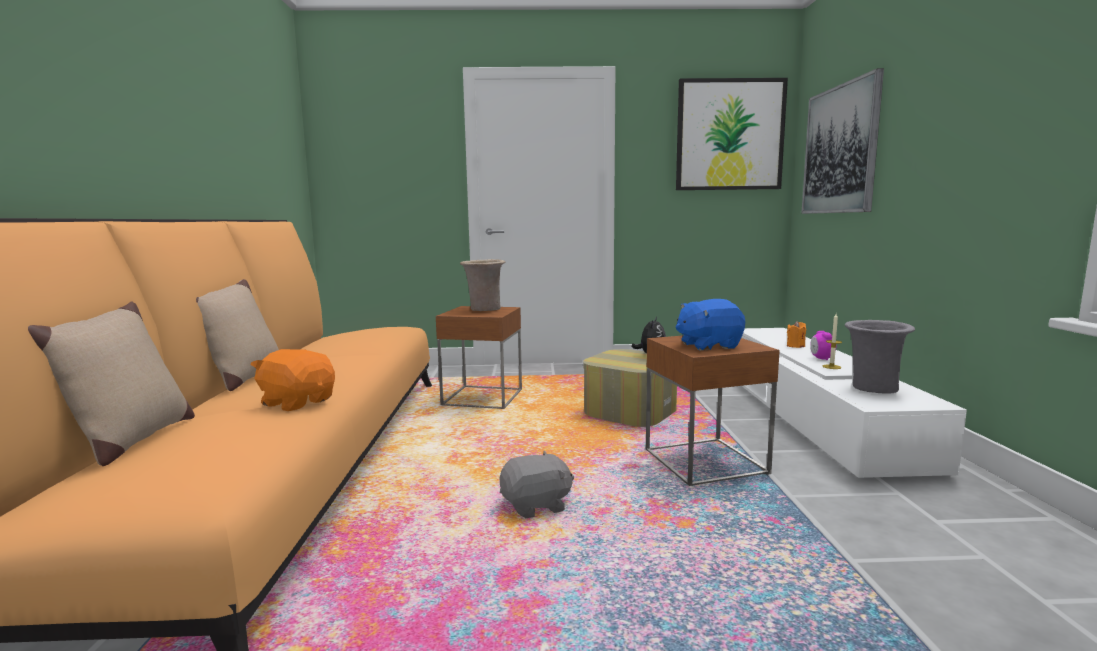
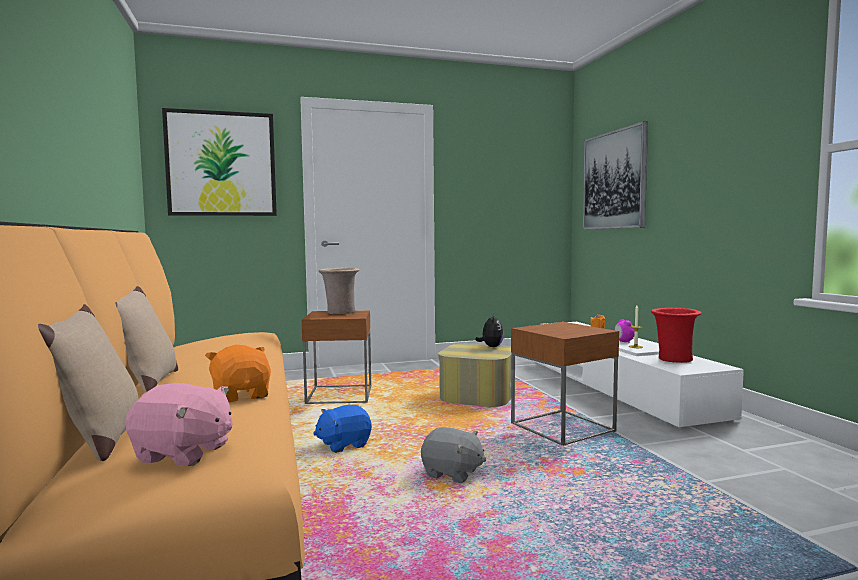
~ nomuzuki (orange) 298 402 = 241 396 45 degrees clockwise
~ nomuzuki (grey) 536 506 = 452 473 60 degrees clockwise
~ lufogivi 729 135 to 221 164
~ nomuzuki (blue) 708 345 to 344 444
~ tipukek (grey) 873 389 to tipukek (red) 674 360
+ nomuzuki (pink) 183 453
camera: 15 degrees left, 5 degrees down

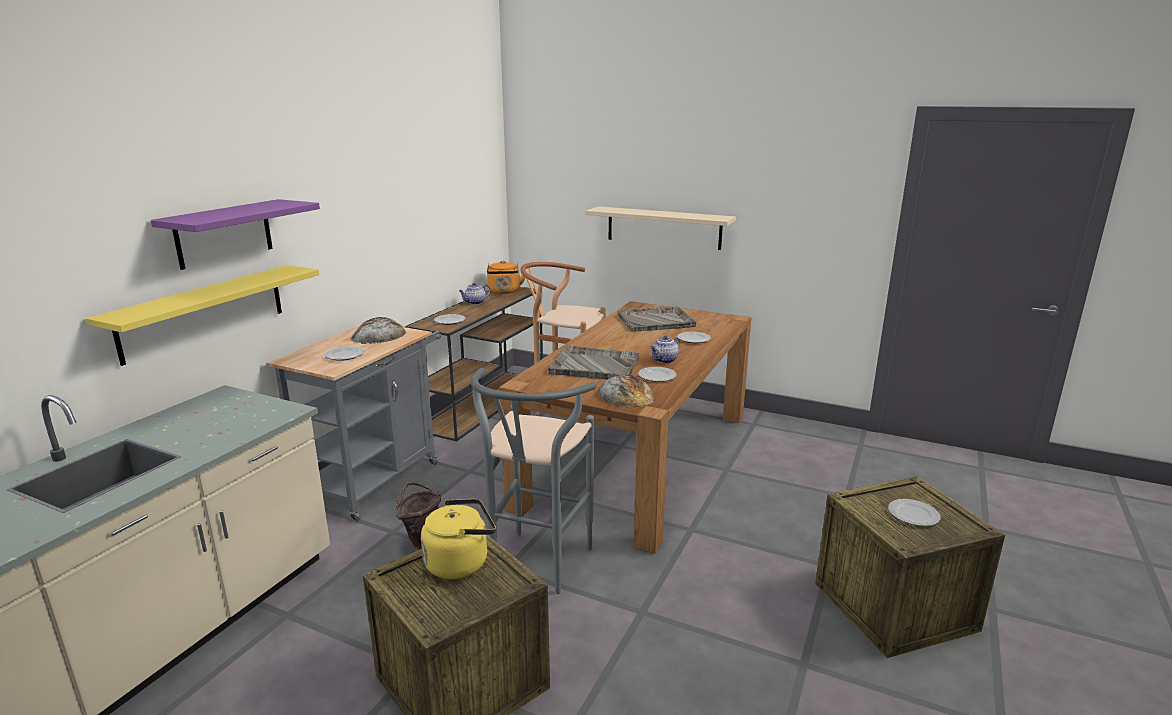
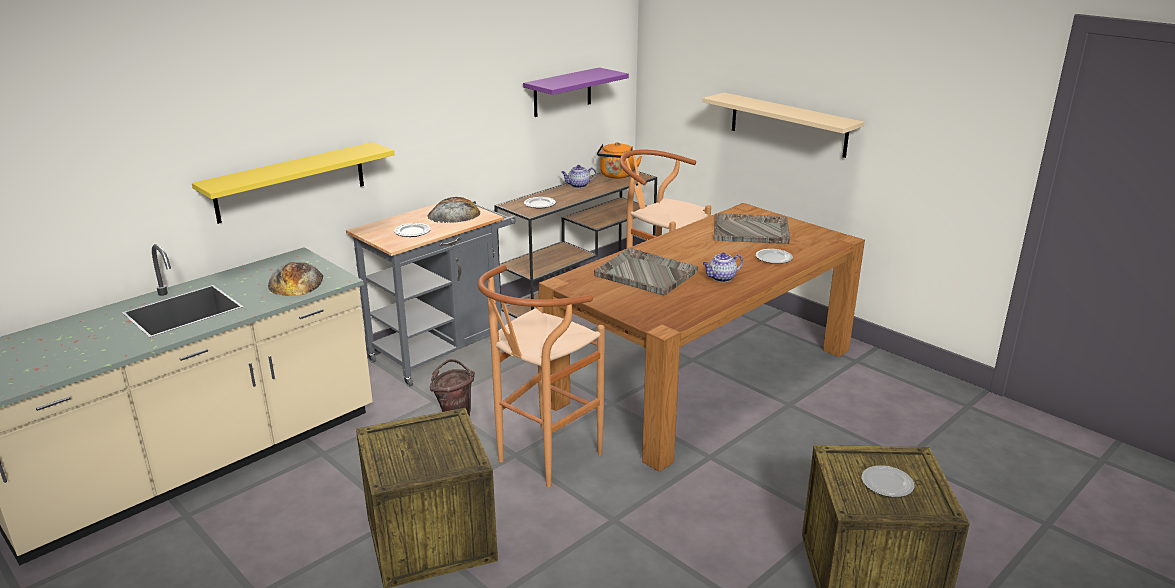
~ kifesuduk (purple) 224 233 to 562 92
- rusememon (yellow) 460 562
~ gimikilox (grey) 536 568 to gimikilox (brown) 541 461
~ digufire 626 394 to 296 282
- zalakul 657 376
camera: 20 degrees right, 5 degrees up

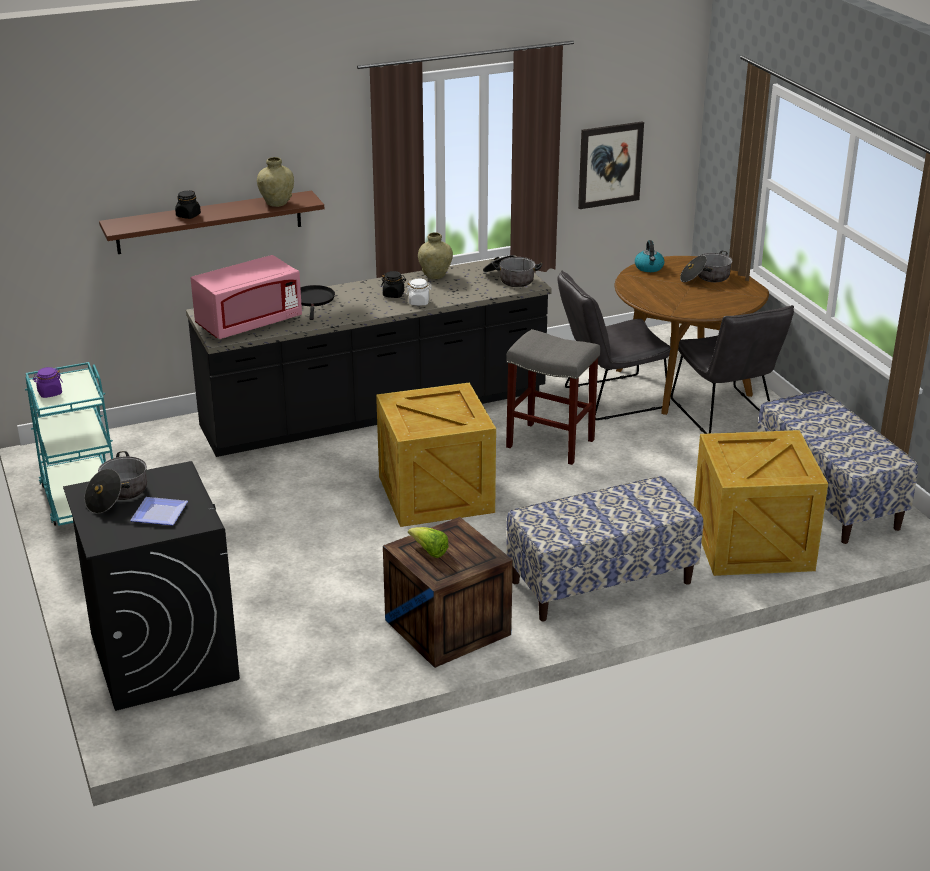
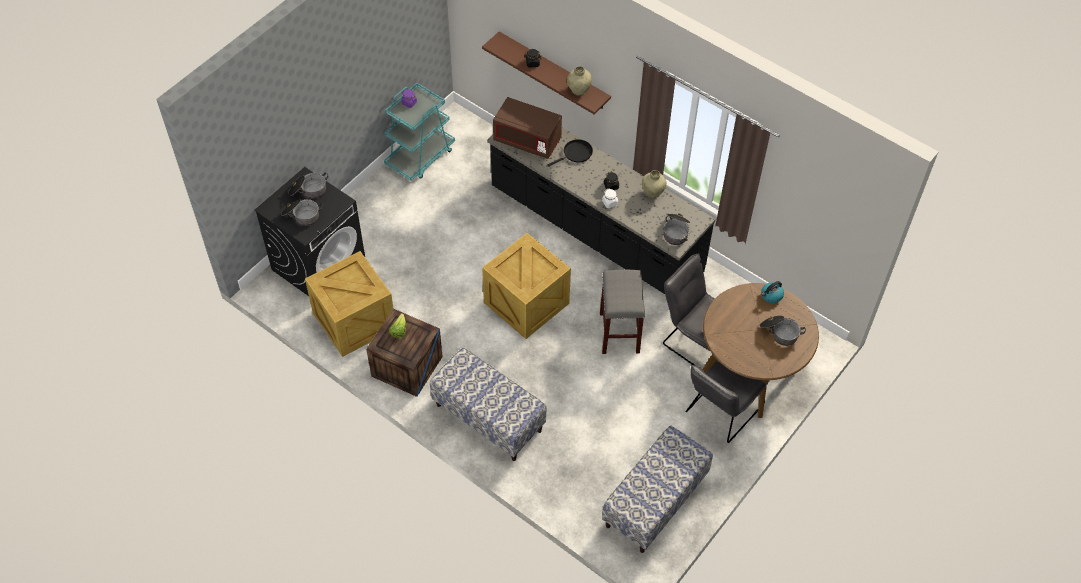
~ zalakul 160 514 to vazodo 302 216
~ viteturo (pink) 249 323 to viteturo (brown) 527 140
- lufogivi 610 165
~ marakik 751 545 to 353 320
camera: 60 degrees right, 25 degrees up

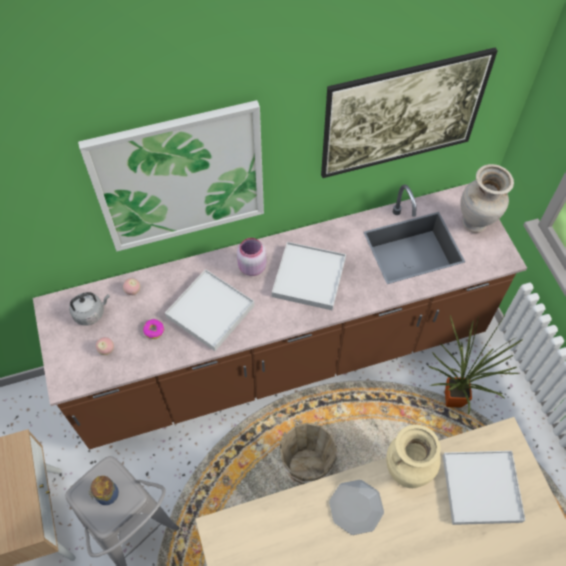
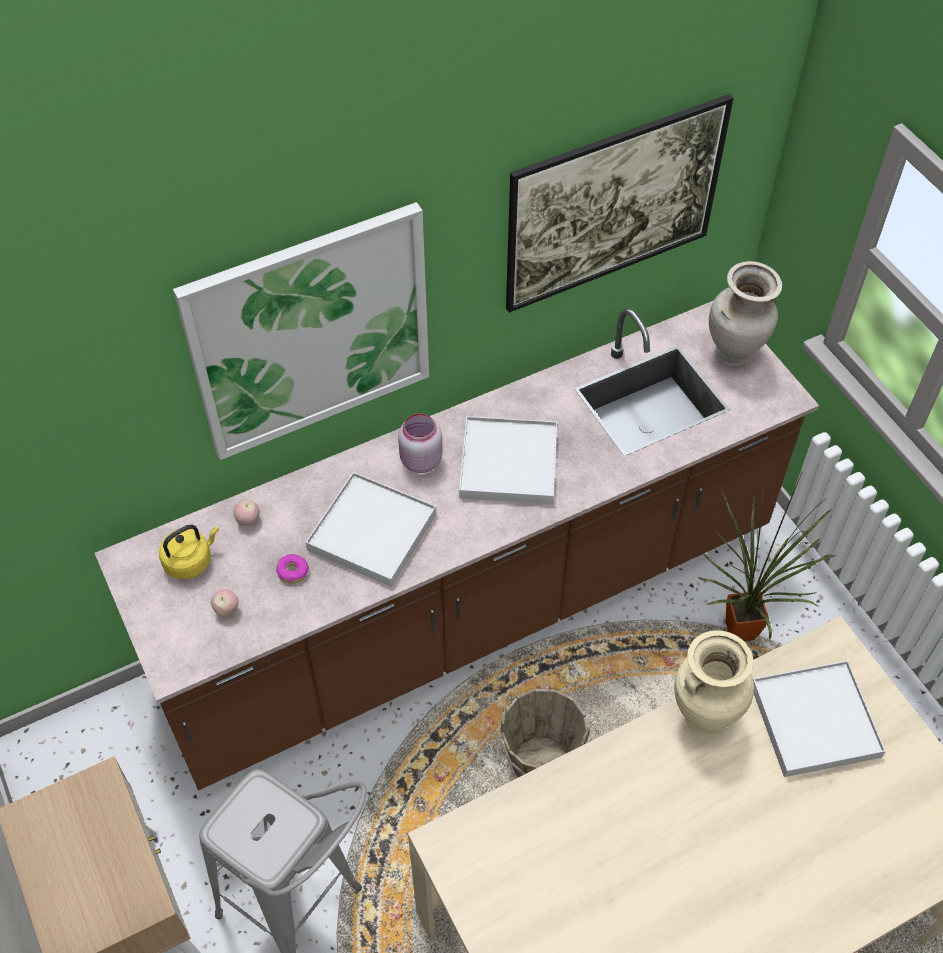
~ rusememon (grey) 91 313 to rusememon (yellow) 190 561
- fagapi 106 495
- zalakul 356 507
camera: 10 degrees left, 5 degrees down

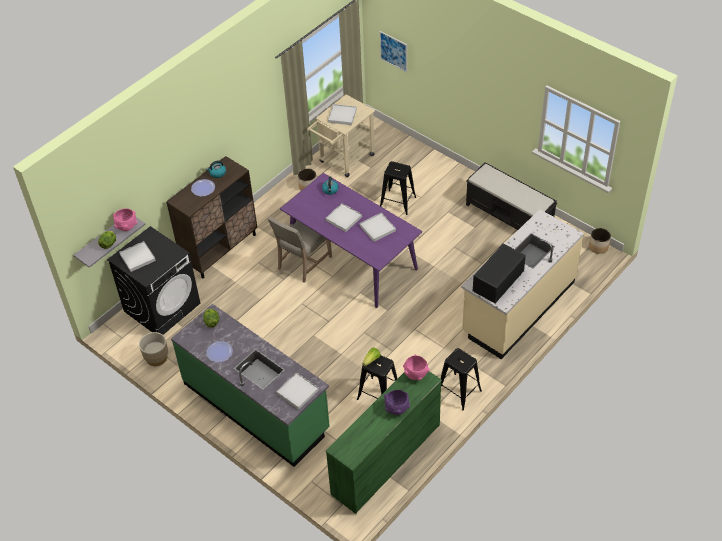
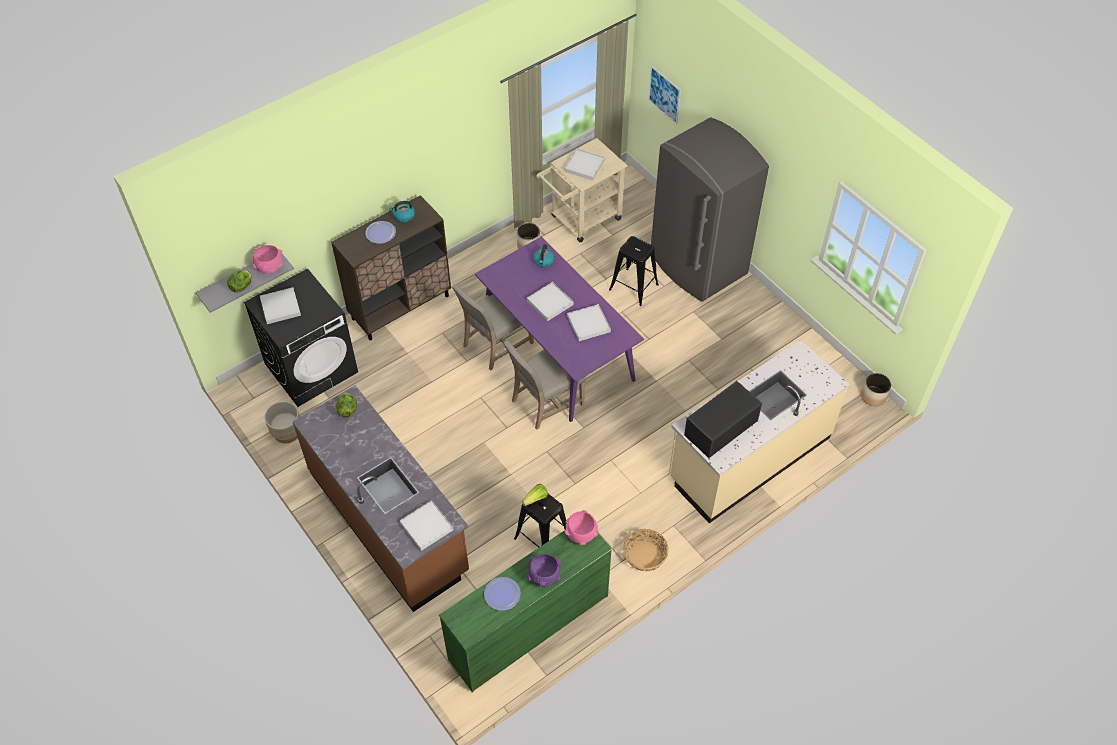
~ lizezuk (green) 256 406 to lizezuk (brown) 389 521
~ zalakul 219 352 to 502 594
~ gimikilox (black) 459 392 to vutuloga 644 556
- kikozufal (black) 509 216
+ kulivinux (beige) 545 402
+ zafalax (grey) 697 265
camera: 10 degrees right, 5 degrees up

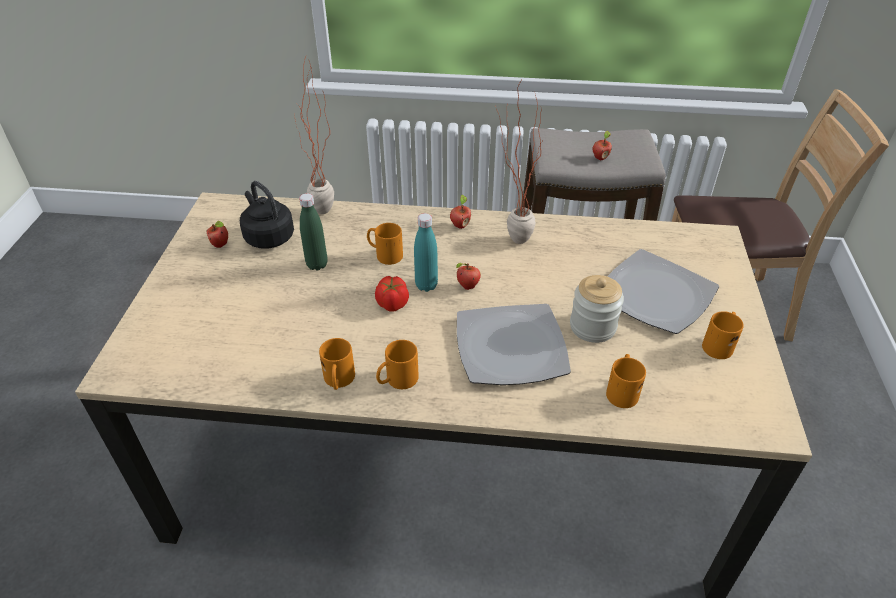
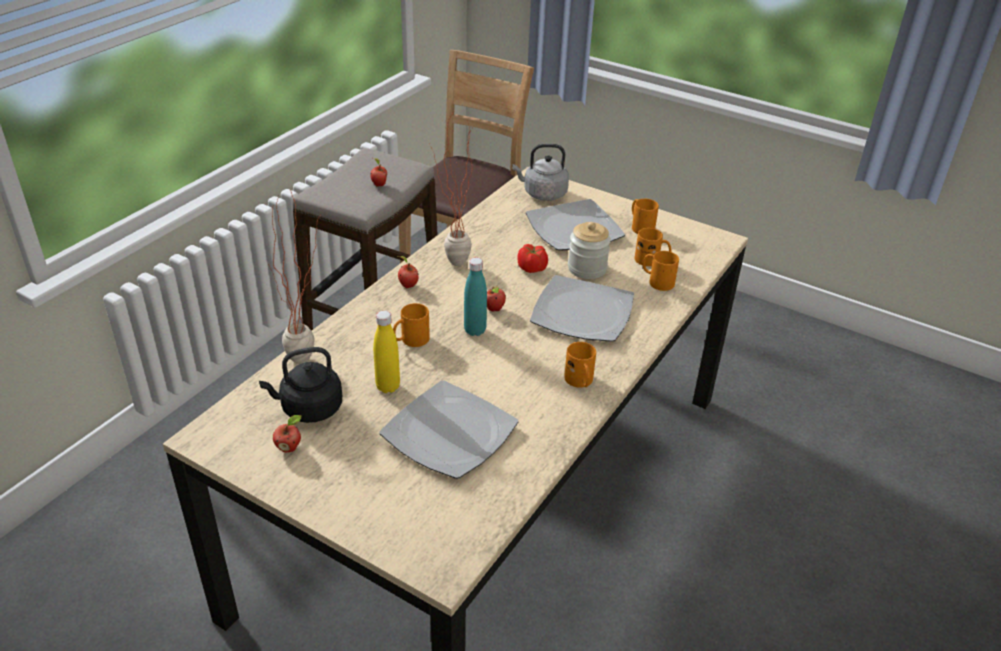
~ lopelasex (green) 317 264 to lopelasex (yellow) 388 386
~ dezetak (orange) 339 381 to 652 260
~ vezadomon 392 304 to 532 268
+ zalakul 449 434
+ rusememon (grey) 542 194
camera: 65 degrees left, 5 degrees down

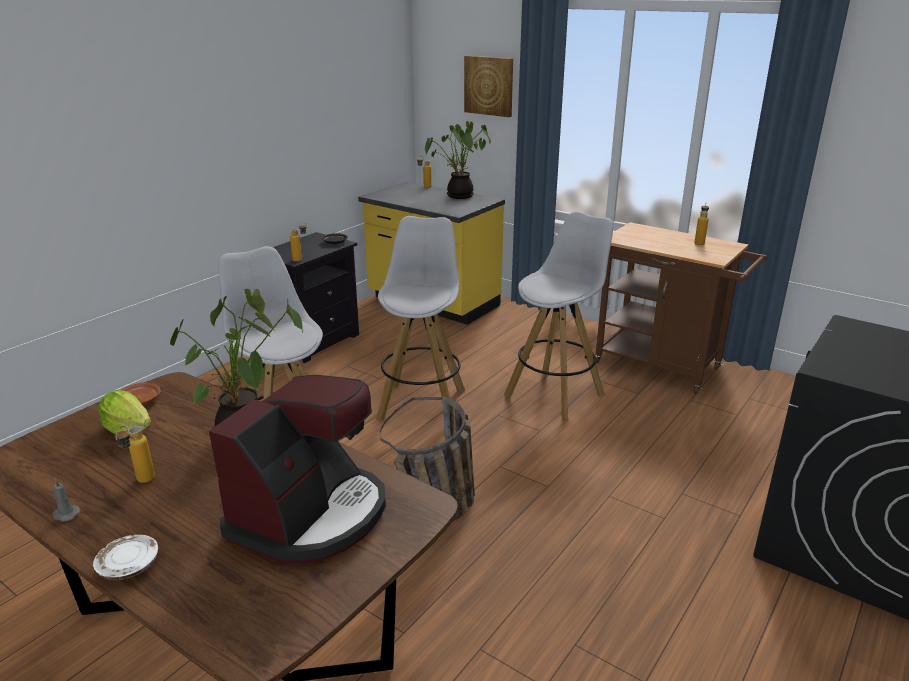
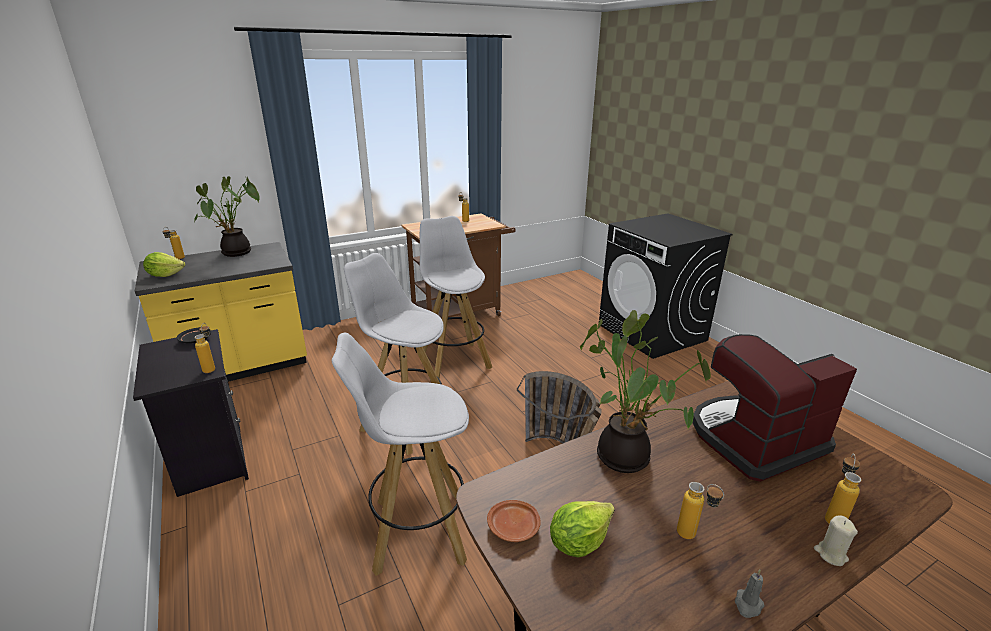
~ zalakul (white) 128 566 to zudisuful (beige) 830 554
~ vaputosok 310 515 = 754 439 75 degrees counterclockwise
- lufogivi 489 85
+ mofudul 165 275
+ lopelasex 833 516
camera: 65 degrees left, 0 degrees up

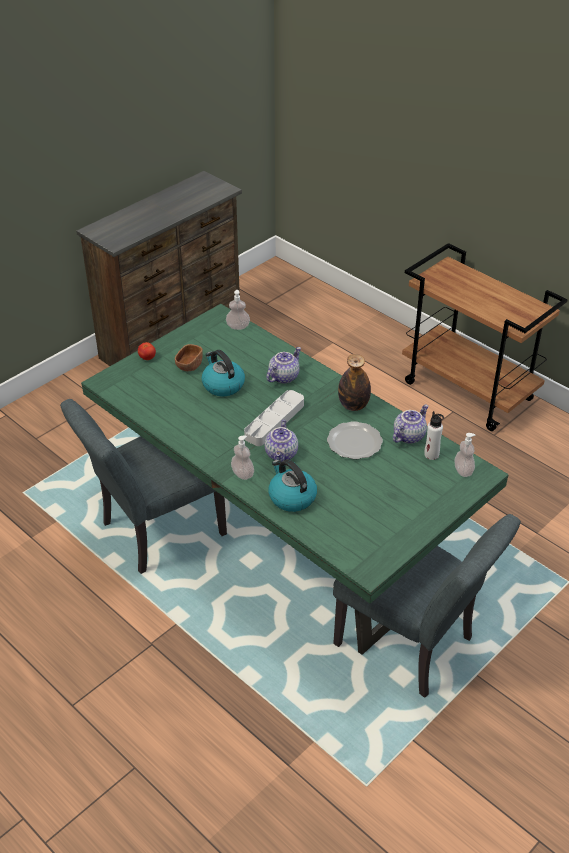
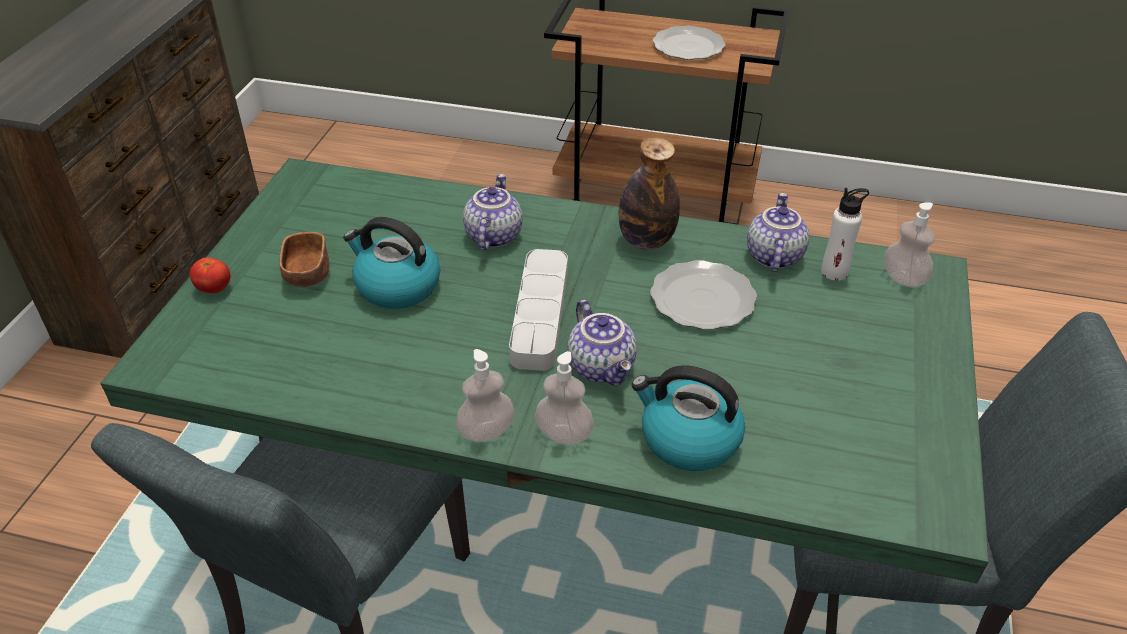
~ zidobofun 238 326 to 486 431
+ zalakul 687 46
camera: 30 degrees left, 0 degrees up

